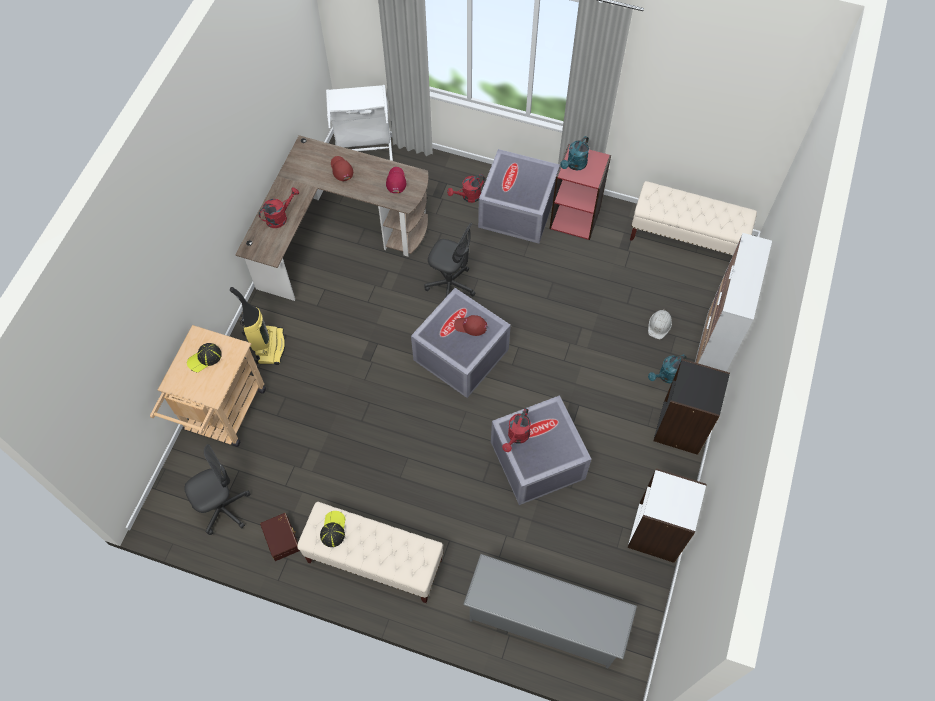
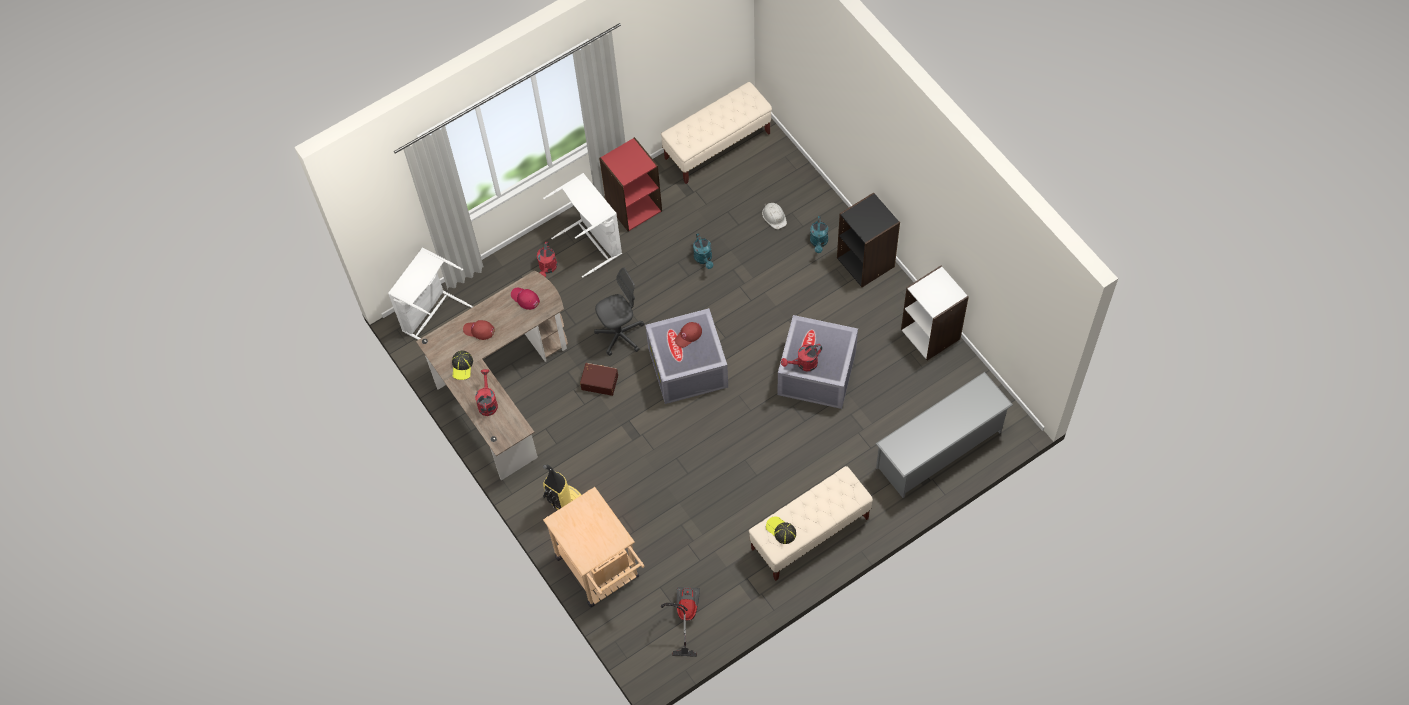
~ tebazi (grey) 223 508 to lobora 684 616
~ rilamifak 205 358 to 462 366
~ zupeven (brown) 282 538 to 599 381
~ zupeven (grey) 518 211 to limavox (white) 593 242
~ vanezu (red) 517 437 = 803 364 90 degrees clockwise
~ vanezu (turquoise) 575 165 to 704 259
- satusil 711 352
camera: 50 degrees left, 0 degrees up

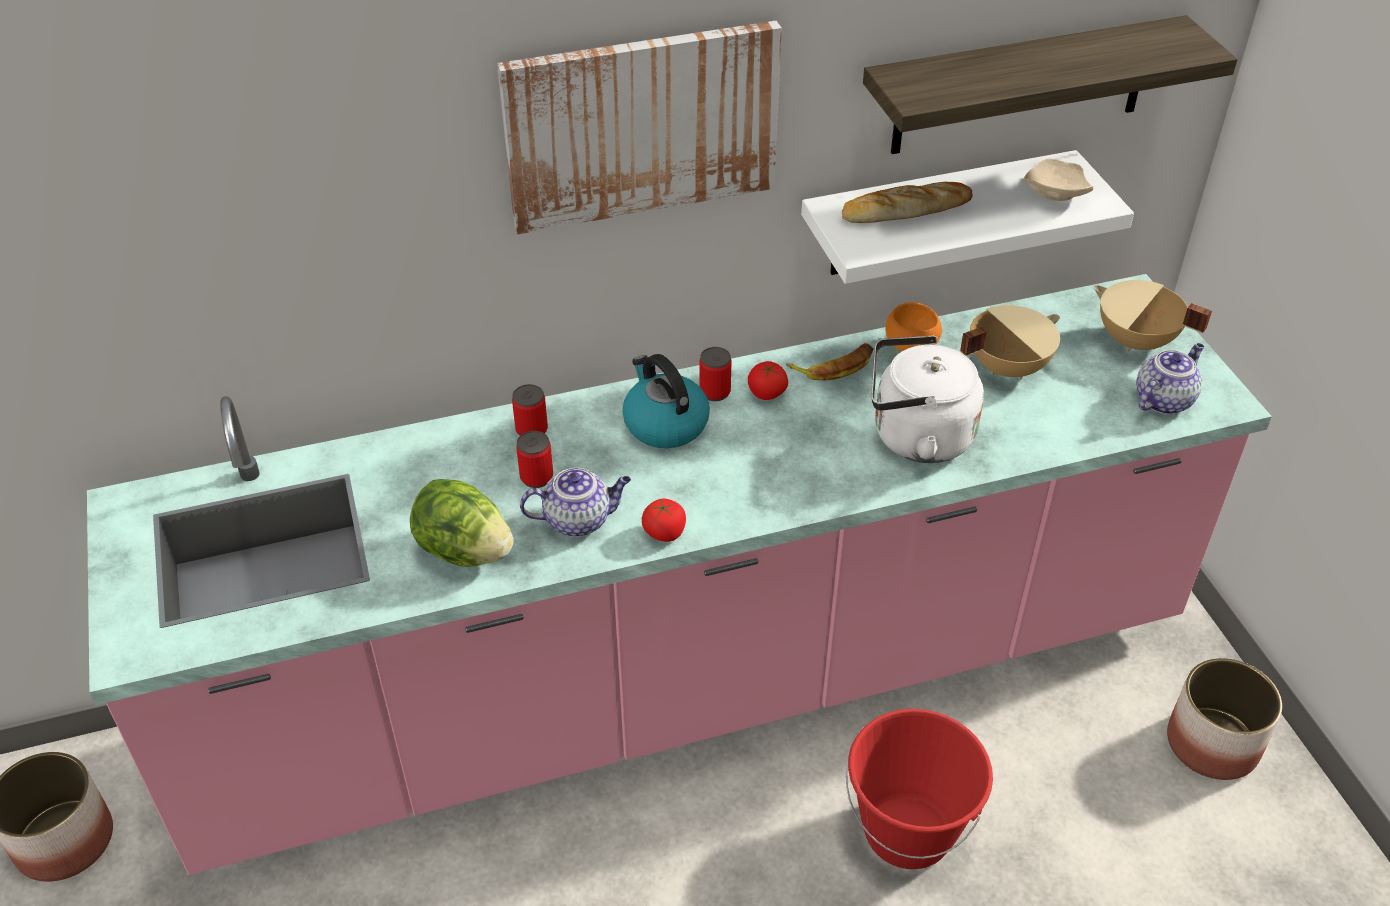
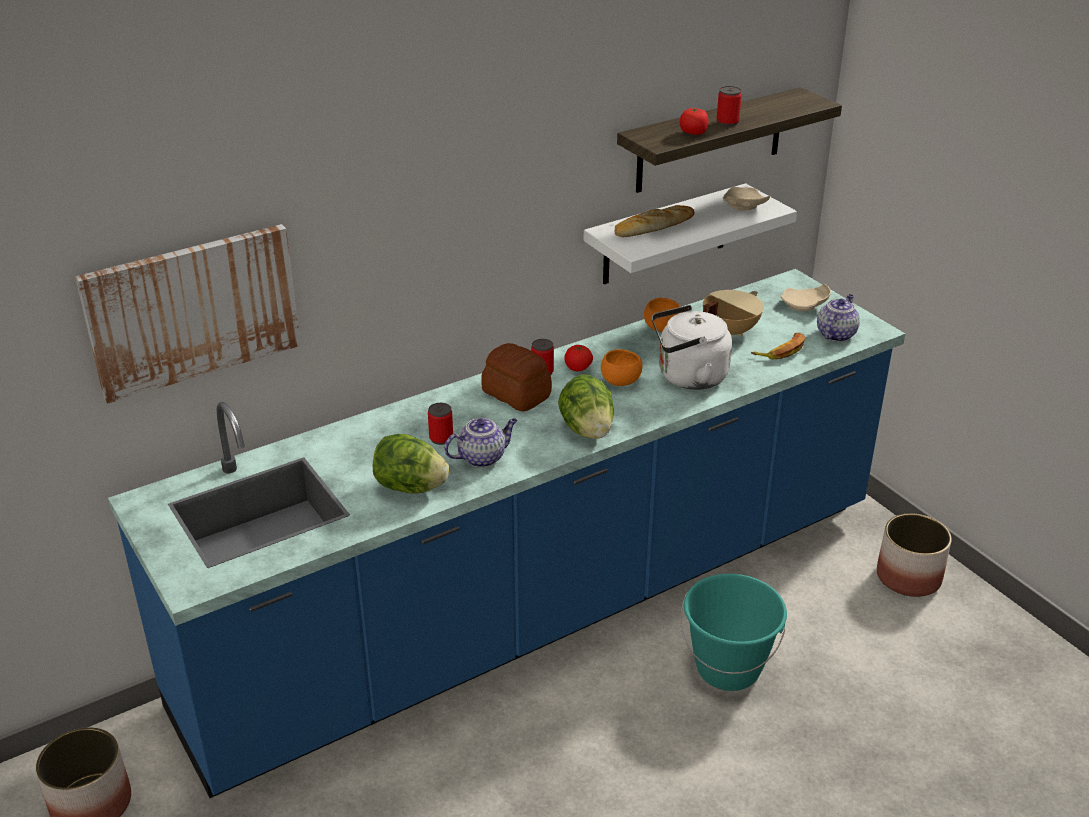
~ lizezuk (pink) 695 683 to lizezuk (blue) 544 607
~ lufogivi 642 125 to 193 310
~ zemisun 531 430 to 727 122
~ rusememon 664 424 to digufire 516 395
~ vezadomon 664 532 to 693 133
~ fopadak 834 366 to 781 350
~ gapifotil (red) 908 832 to gapifotil (turquoise) 728 668
~ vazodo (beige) 1135 342 to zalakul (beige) 805 306
+ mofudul 587 430
+ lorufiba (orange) 620 382
camera: 15 degrees left, 10 degrees down

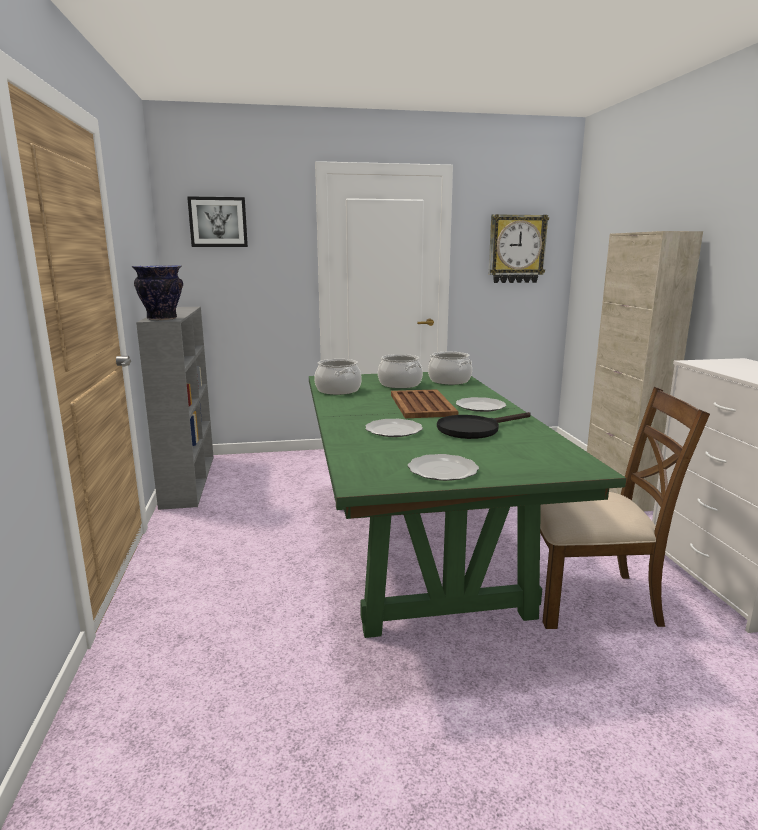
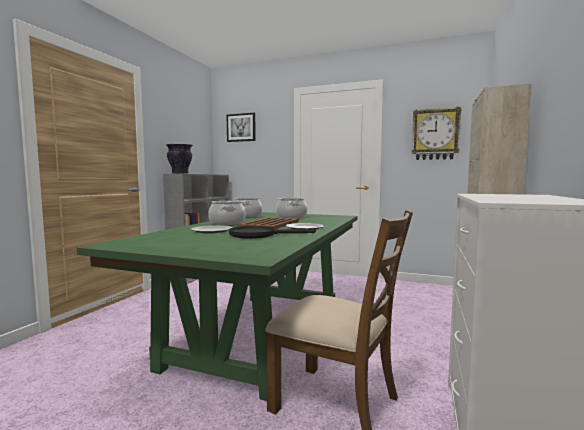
- zalakul 442 471
~ vazodo 449 381 to 227 223
camera: 30 degrees right, 10 degrees down

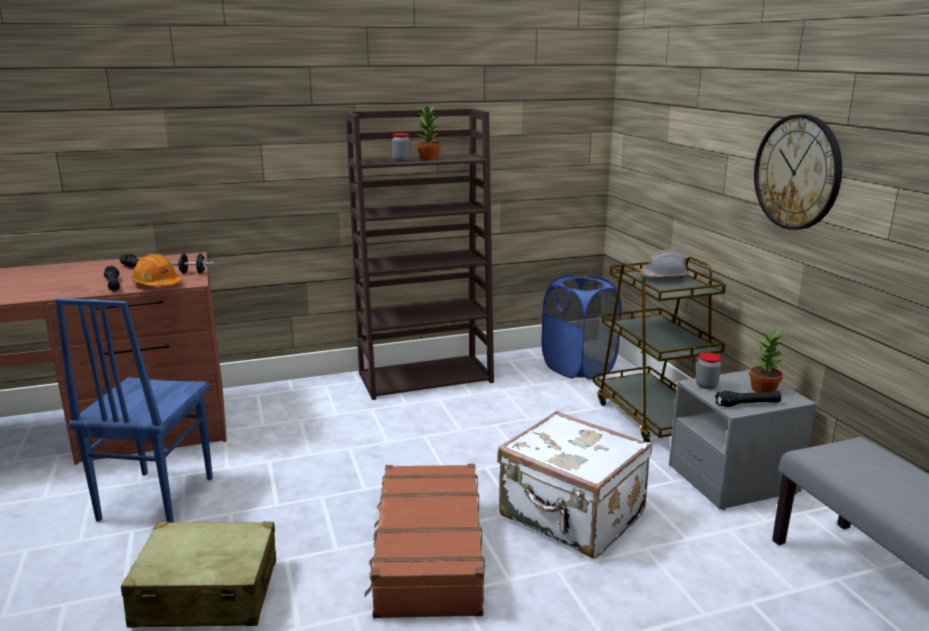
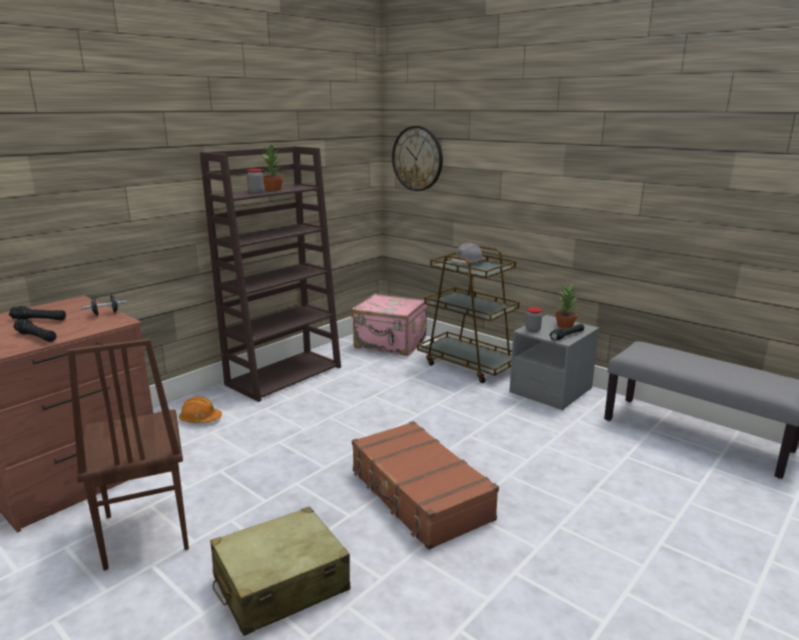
~ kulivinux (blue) 154 499 to kulivinux (brown) 144 533
~ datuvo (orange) 157 285 to 200 419
- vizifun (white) 571 517
~ limavox (blue) 578 368 to vizifun (pink) 390 344
~ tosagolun 797 172 to 417 158
camera: 30 degrees left, 0 degrees up

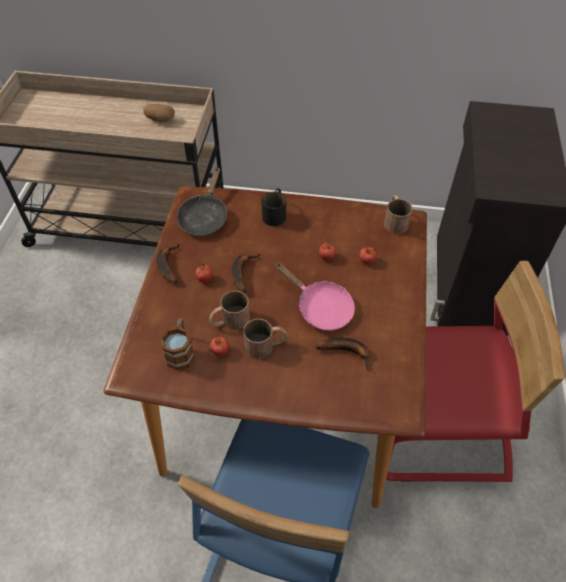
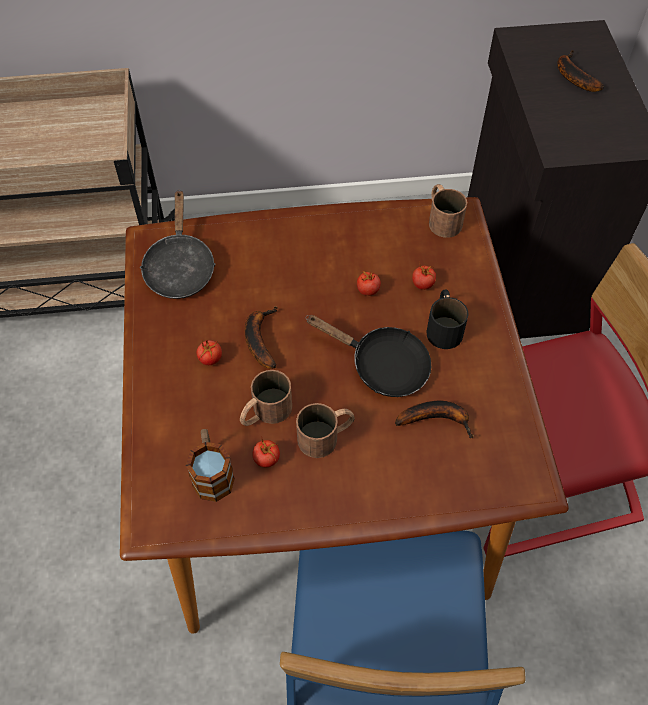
- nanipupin 160 120
~ fopadak 167 265 to 572 76
~ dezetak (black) 275 213 to 443 325
~ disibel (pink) 320 308 to disibel (black) 382 366
camera: 15 degrees left, 5 degrees up

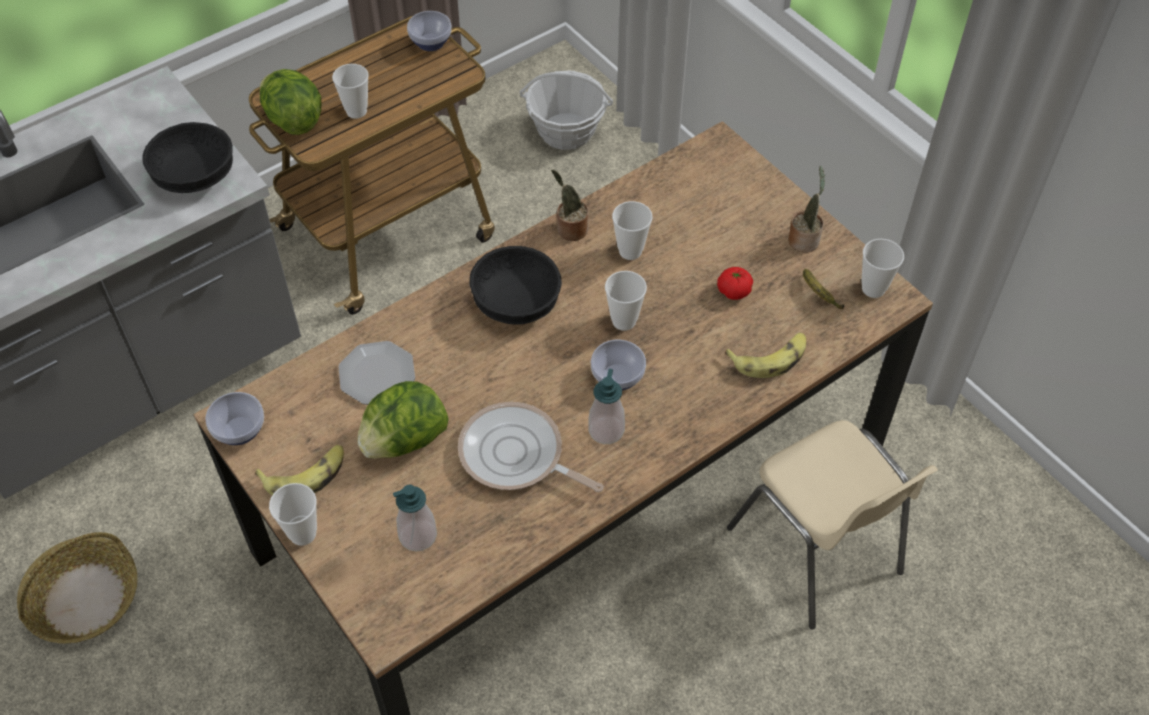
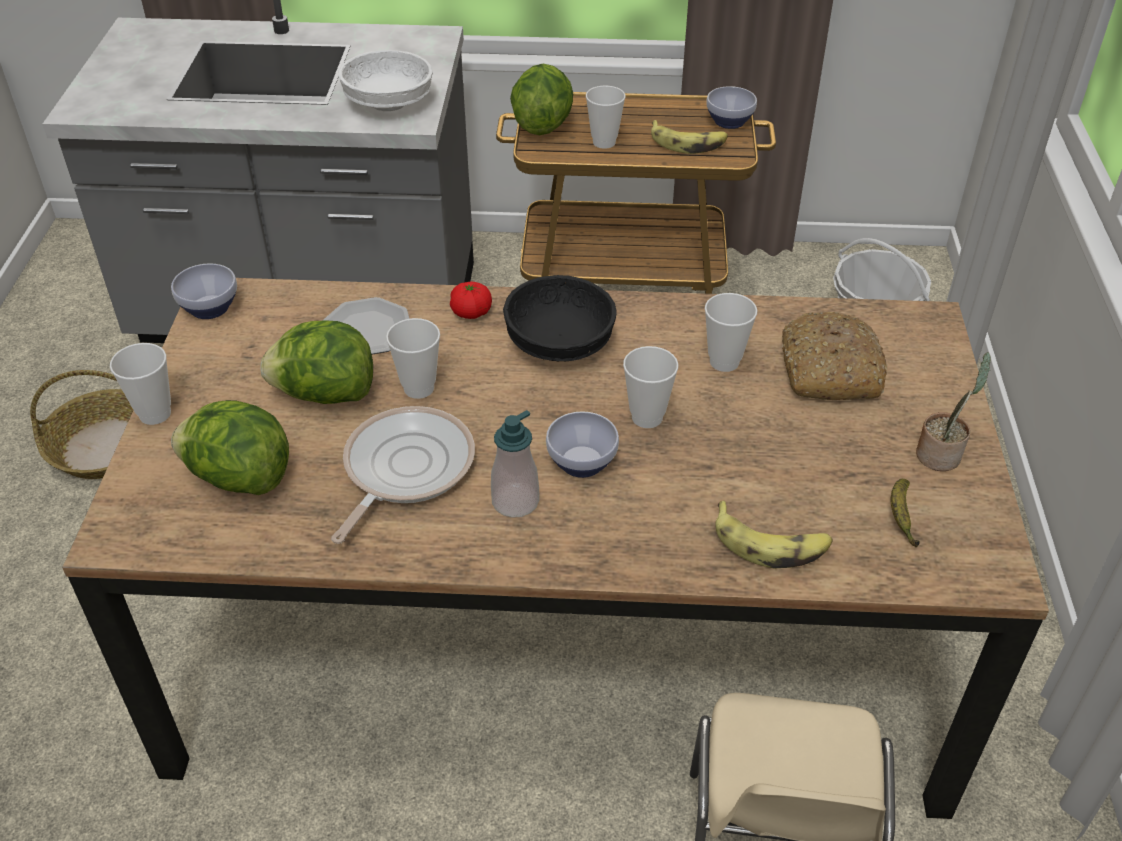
~ lorufiba (black) 196 176 to lorufiba (white) 389 104
~ fopadak 306 475 to 688 143
~ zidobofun 418 535 to mofudul 239 478
~ disibel 516 456 = 404 469 45 degrees clockwise
- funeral 570 229
~ vezadomon 734 291 to 471 312
~ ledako 873 289 to 419 388
+ digufire 827 370
camera: 40 degrees right, 10 degrees down

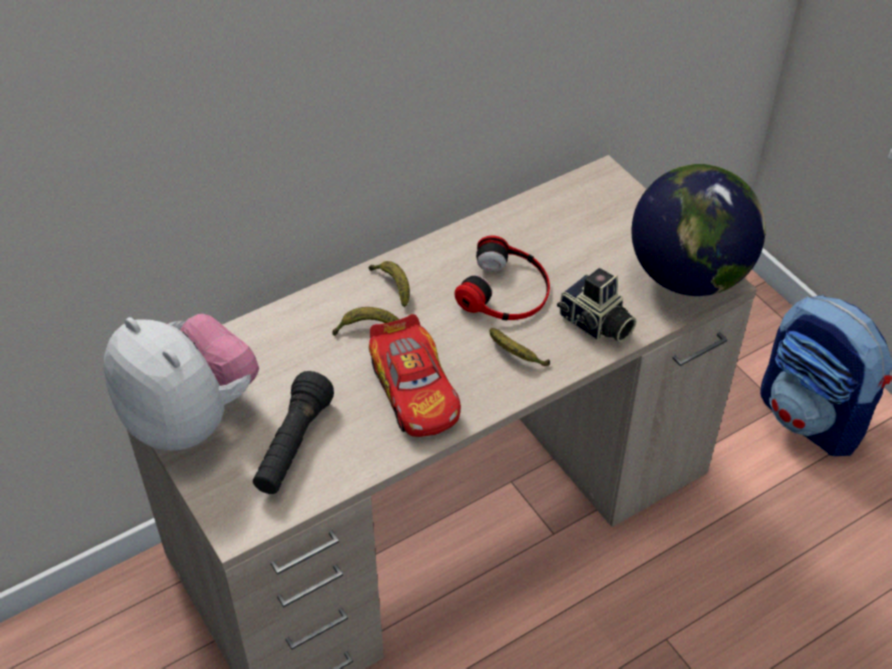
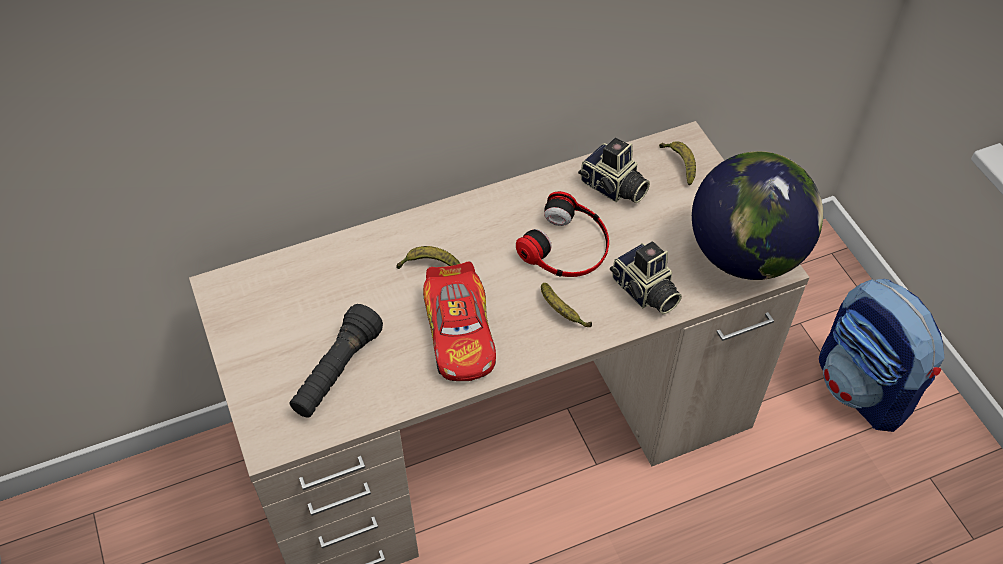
- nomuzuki 190 418
~ fopadak 393 286 to 680 164
+ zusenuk 613 188
camera: 10 degrees right, 5 degrees up

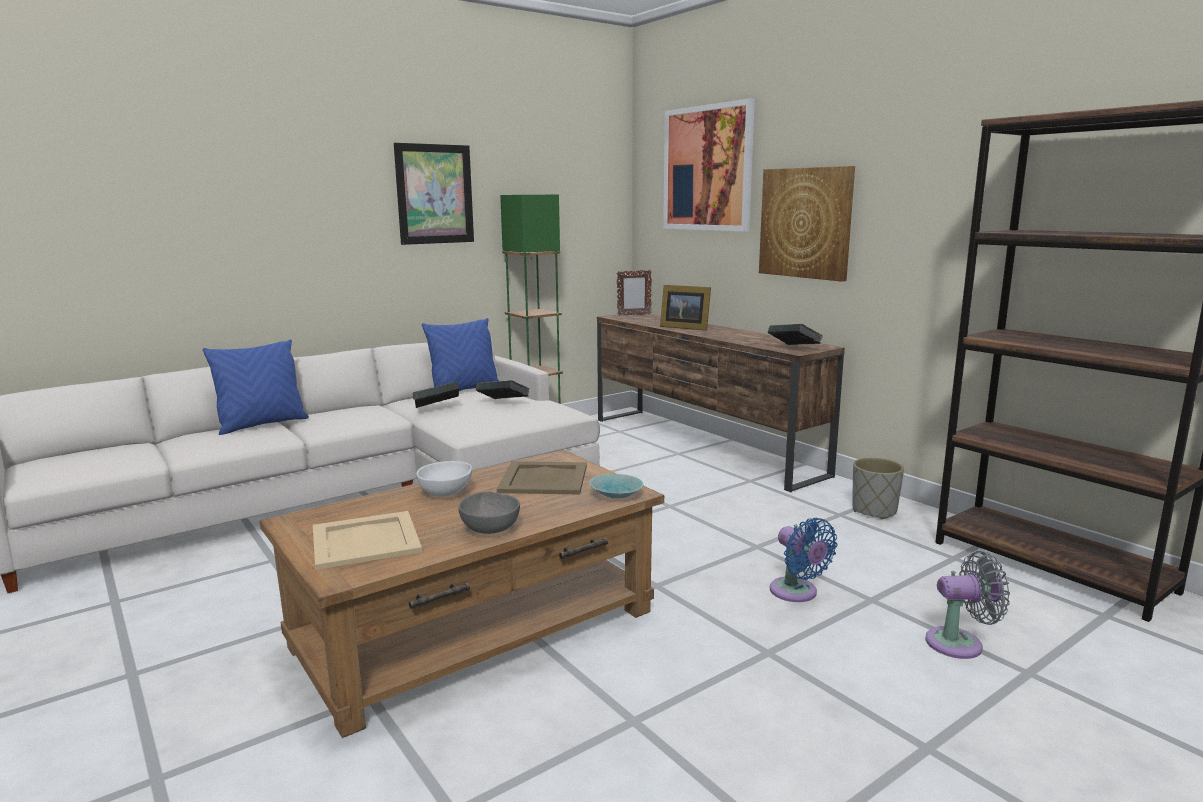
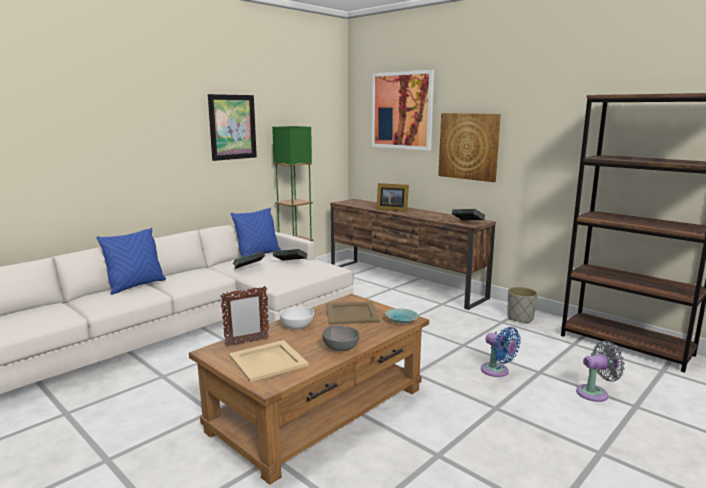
~ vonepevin 634 315 to 247 342
camera: 10 degrees left, 0 degrees up

